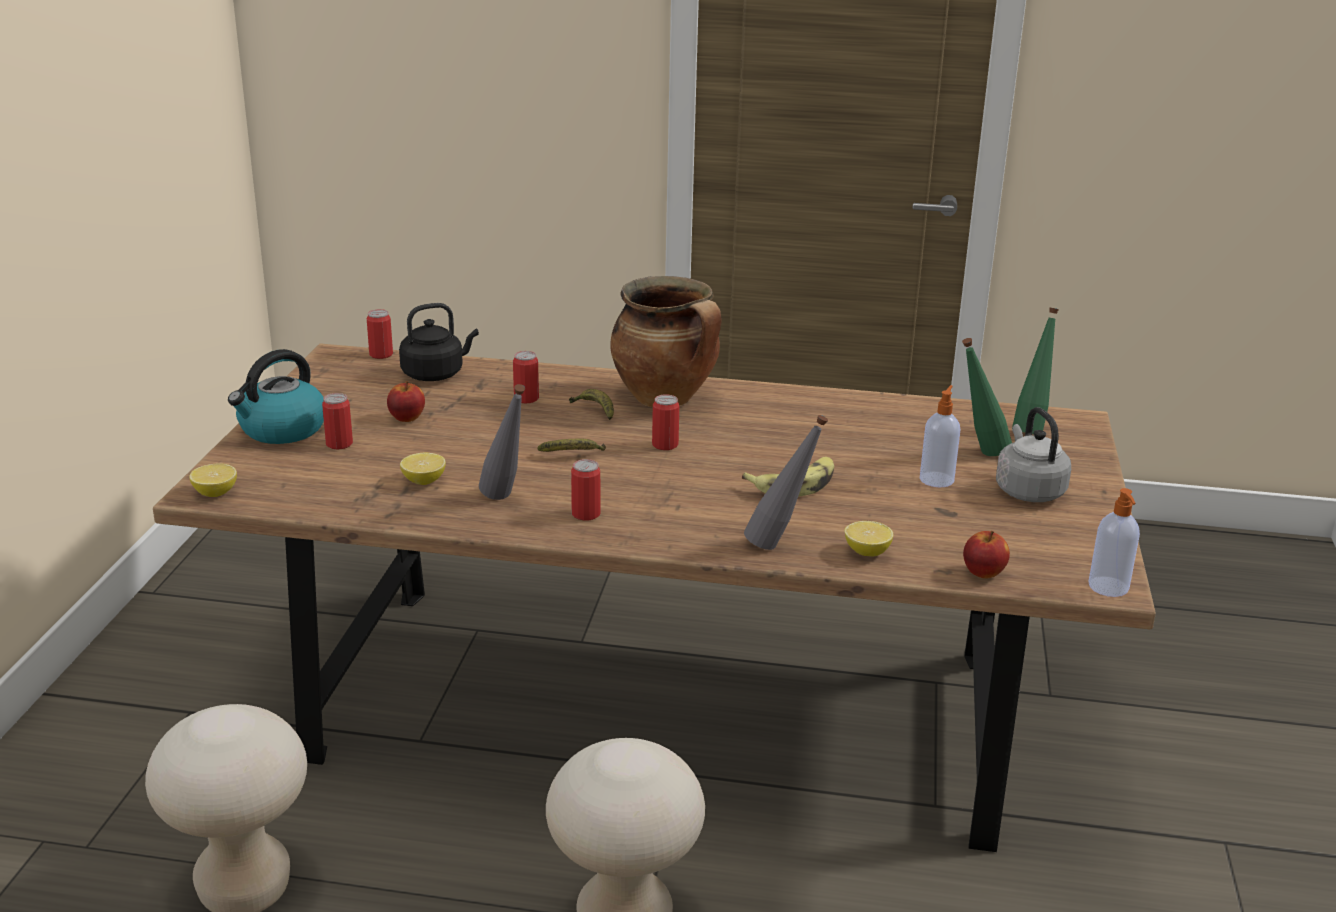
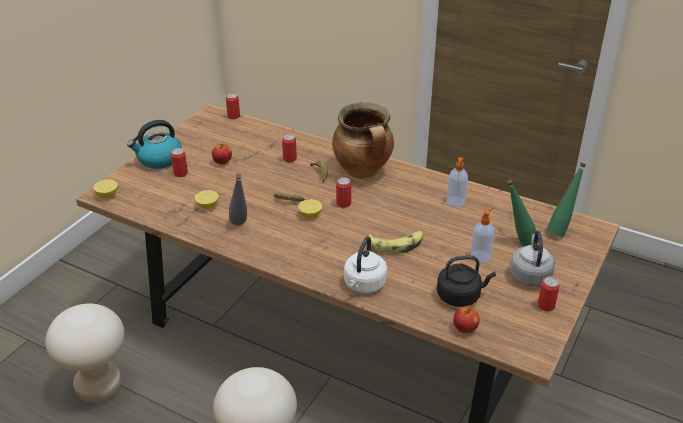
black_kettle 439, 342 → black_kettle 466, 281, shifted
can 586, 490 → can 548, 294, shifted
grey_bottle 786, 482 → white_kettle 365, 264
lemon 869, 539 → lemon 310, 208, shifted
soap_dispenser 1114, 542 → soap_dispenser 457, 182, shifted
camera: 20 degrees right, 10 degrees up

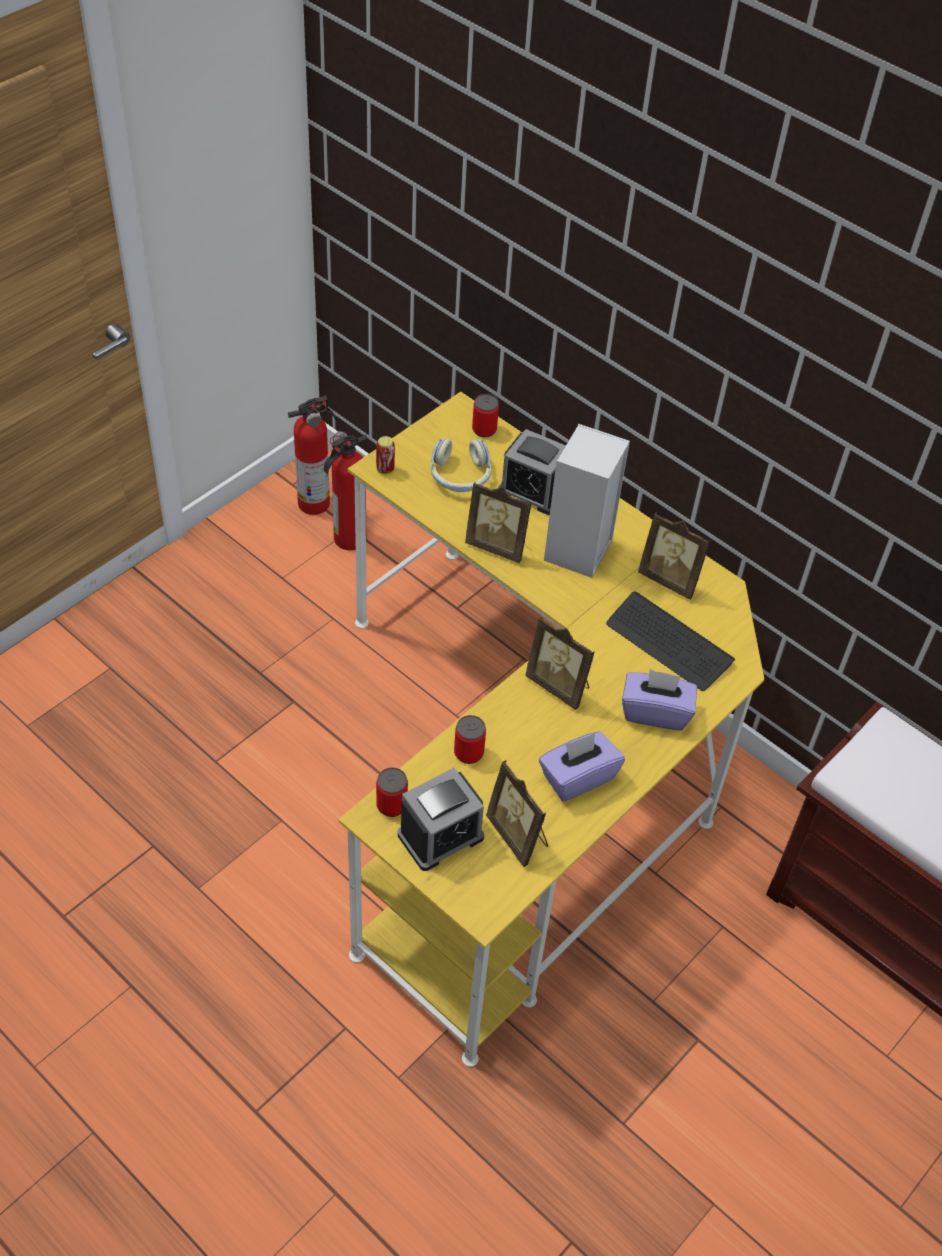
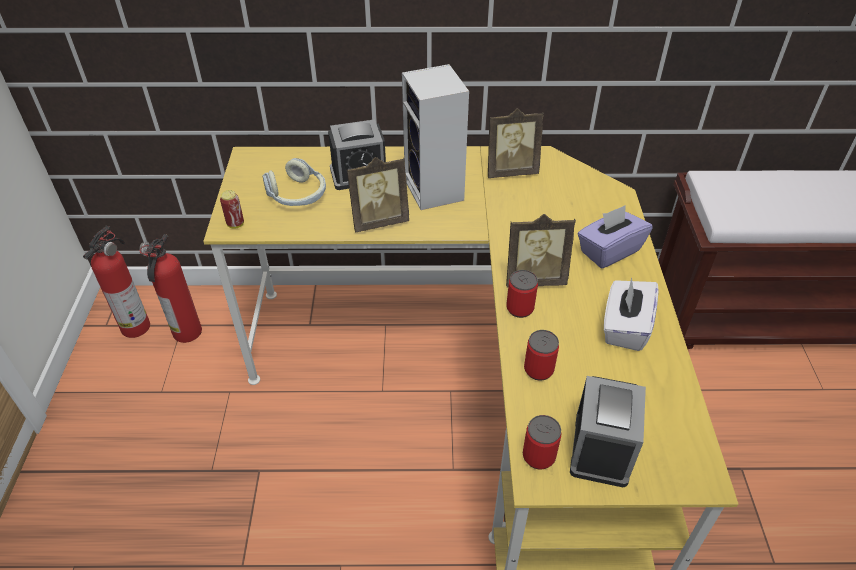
can 485, 416 → can 522, 294, shifted
picture_frame 517, 813 → -
purple_tissue_box 582, 766 → white_tissue_box 631, 314
keyboard 670, 641 → -
camera: 40 degrees left, 5 degrees down

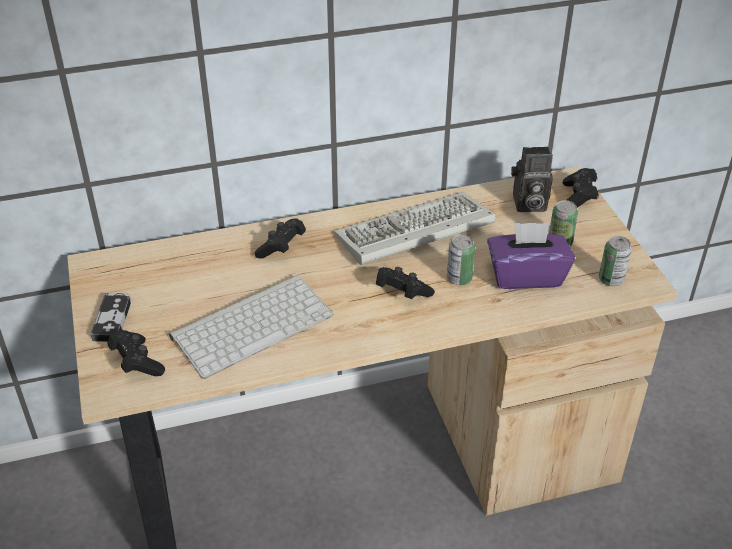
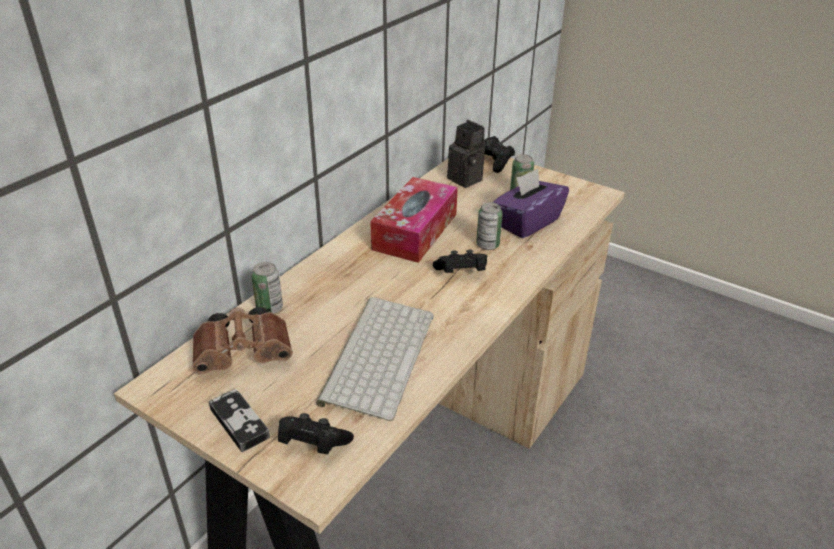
black_game_controller 280, 238 → -
keyboard 415, 228 → tissue_box 414, 220
photo_camera 532, 179 → photo_camera 466, 154, 90 degrees counterclockwise
can 615, 261 → can 267, 288, shifted
- → brown_binoculars 242, 340
camera: 40 degrees left, 5 degrees down

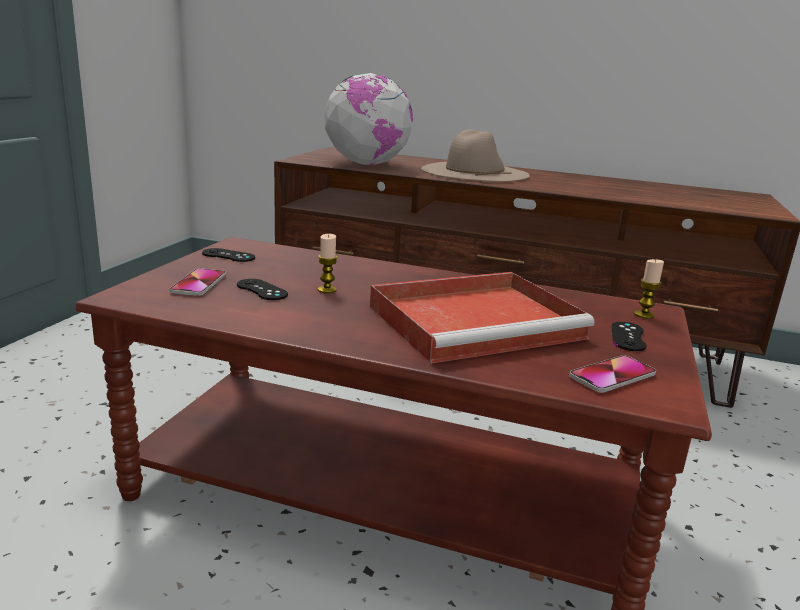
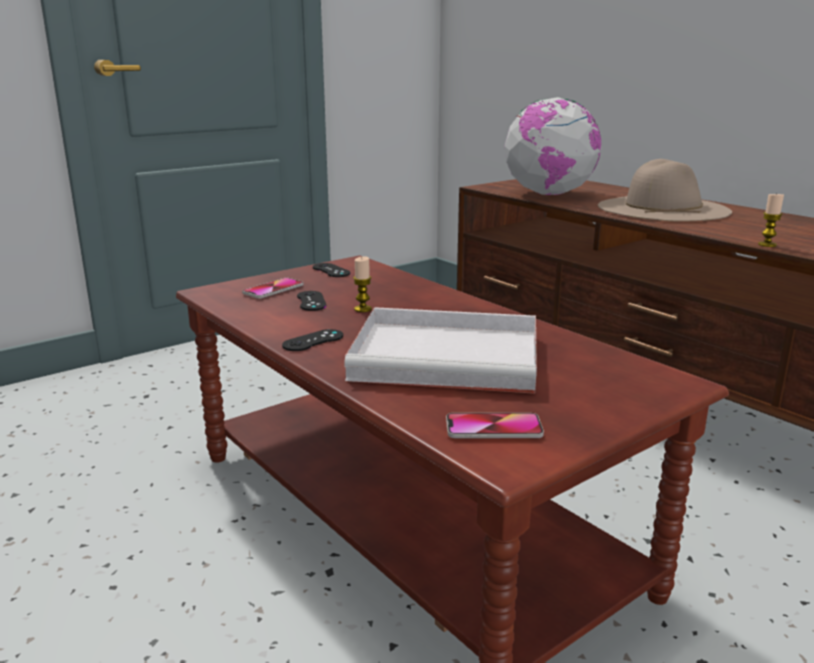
red_tray 482, 318 → white_tray 440, 350
black_game_controller 629, 336 → black_game_controller 312, 340, shifted
candle 649, 289 → candle 771, 220, shifted
camera: 35 degrees right, 0 degrees up

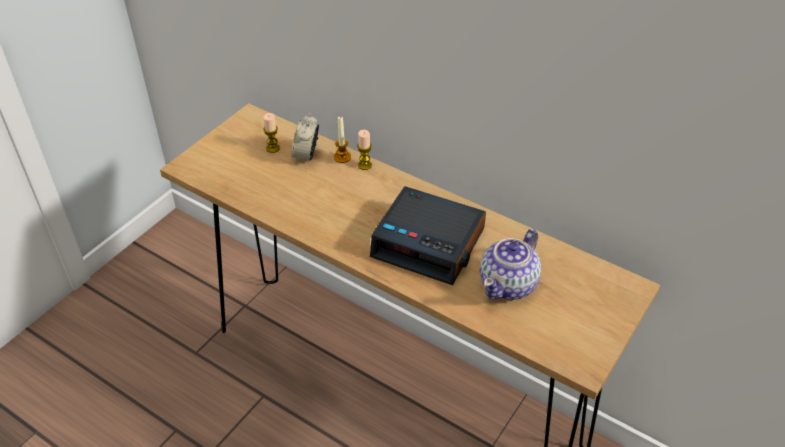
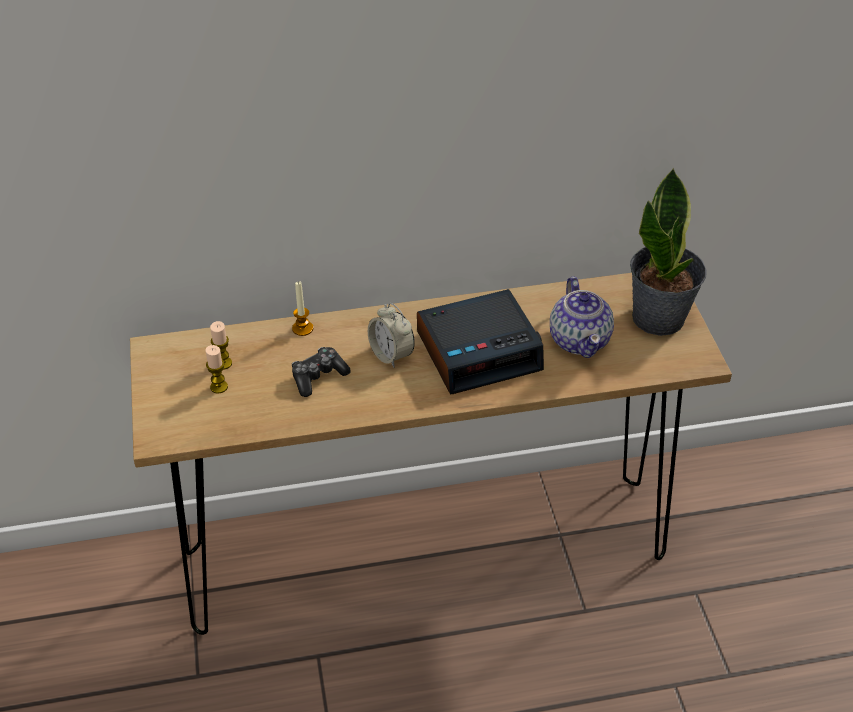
alarm_clock 305, 138 → alarm_clock 391, 335, shifted
candle 364, 150 → candle 216, 369, shifted
- → game_controller 321, 372
- → potted_plant 668, 252
camera: 45 degrees left, 0 degrees up

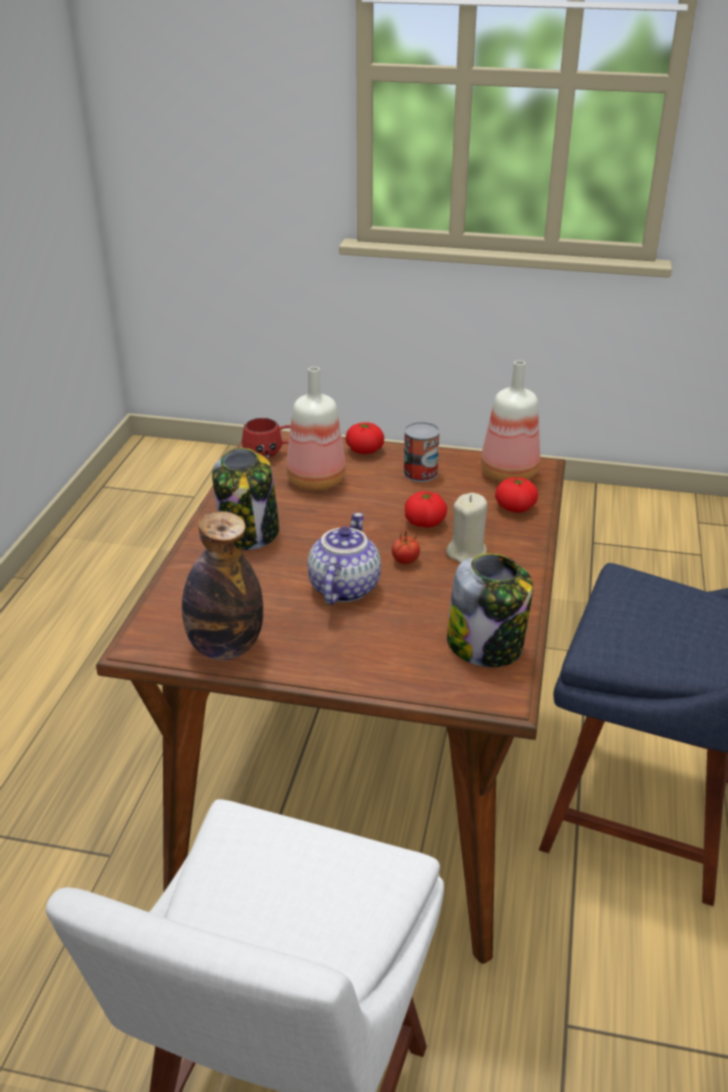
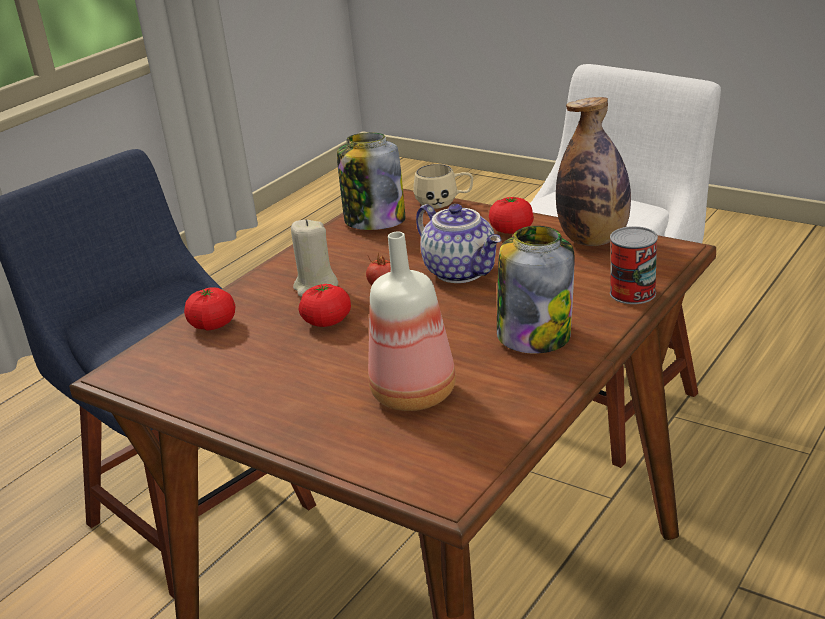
red_mug 266, 438 → -
teapot 344, 558 → teapot 459, 243, 75 degrees counterclockwise
tomato 365, 438 → tomato 511, 215, shifted
can 421, 452 → can 634, 265, shifted
bottle 510, 421 → -
- → beige_mug 443, 186
camera: 155 degrees left, 5 degrees down

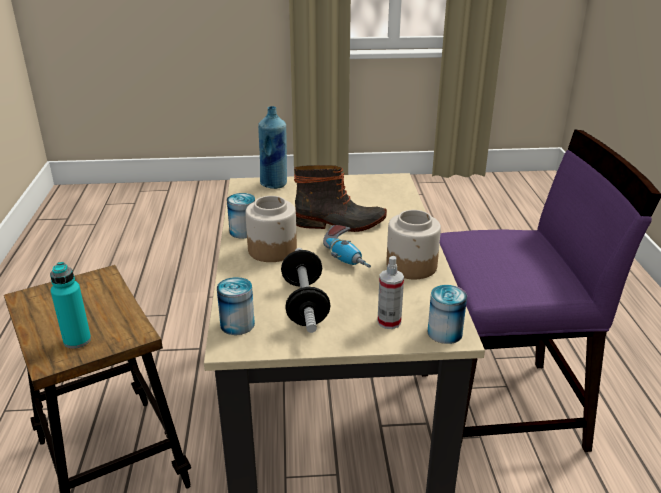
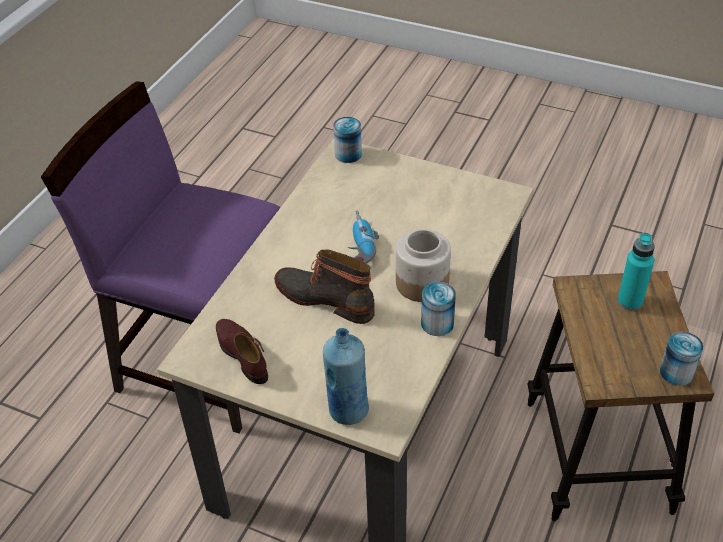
can 236, 306 → can 681, 359, shifted
dumbbell 306, 290 → -
spray_bottle 391, 292 → -
jar 413, 244 → -
- → brown_shoe 242, 351
camera: 150 degrees left, 15 degrees up

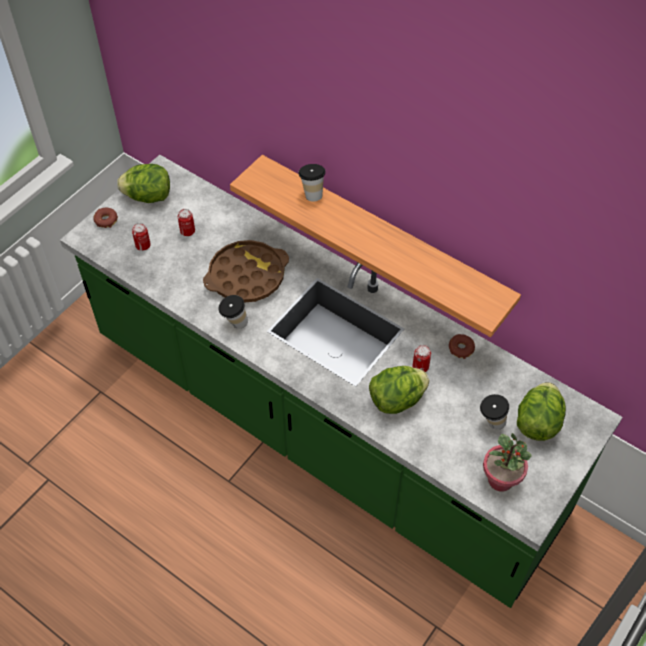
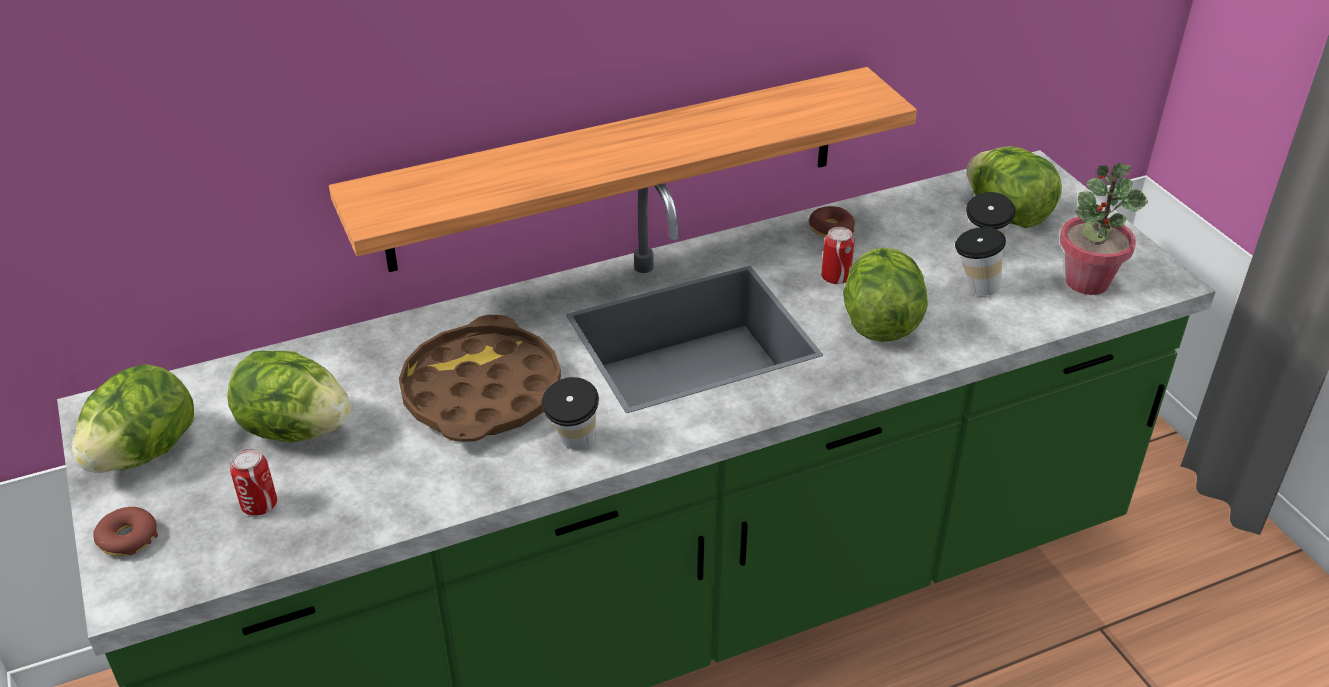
can 186, 222 → lettuce 289, 396
cup 311, 182 → cup 980, 261, shifted
camera: 60 degrees left, 15 degrees down

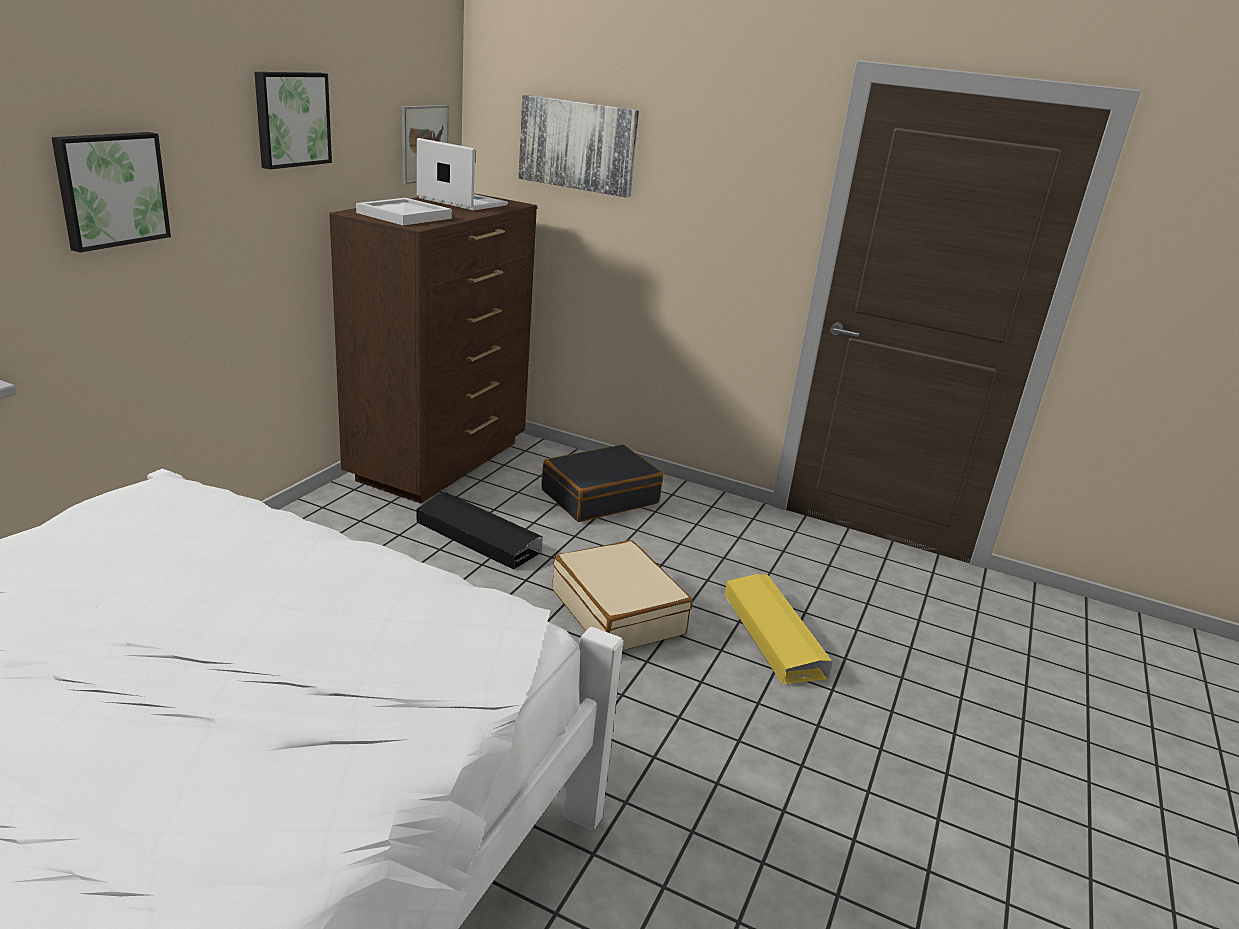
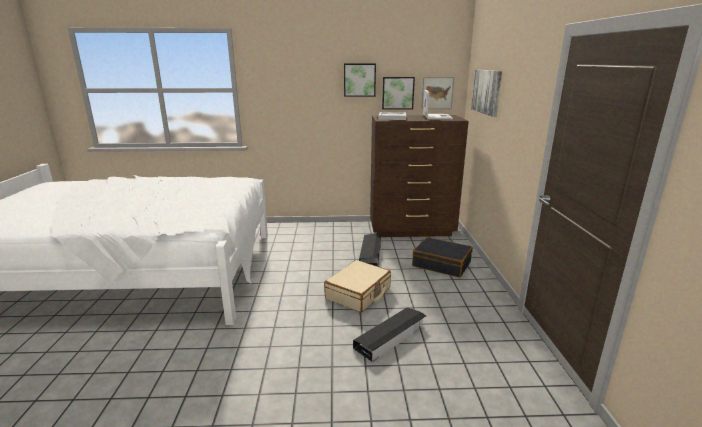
picture 111, 192 → picture 398, 93, shifted
yellow_storage_box 778, 629 → black_storage_box 389, 334
camera: 65 degrees right, 5 degrees down

